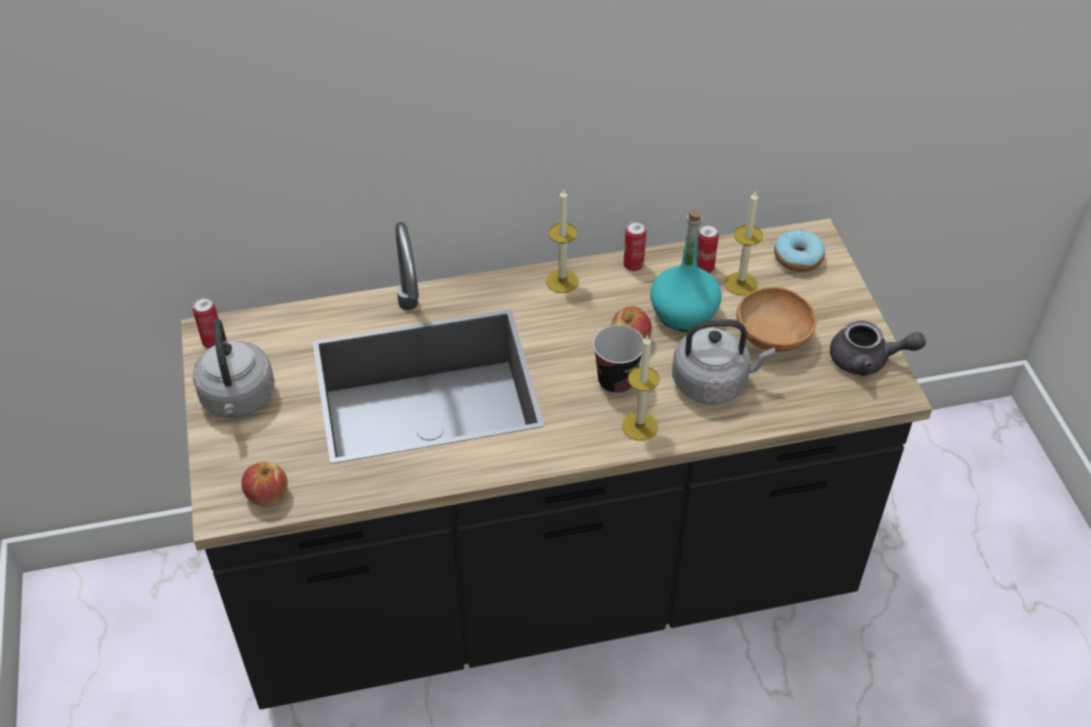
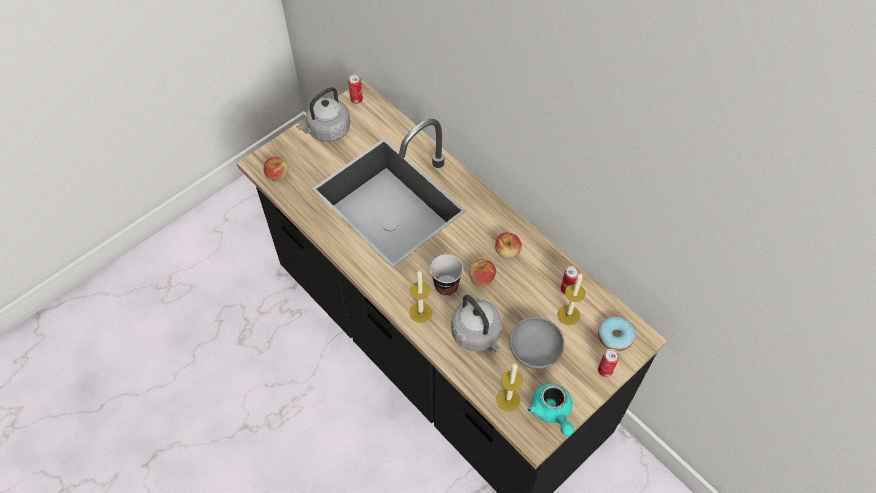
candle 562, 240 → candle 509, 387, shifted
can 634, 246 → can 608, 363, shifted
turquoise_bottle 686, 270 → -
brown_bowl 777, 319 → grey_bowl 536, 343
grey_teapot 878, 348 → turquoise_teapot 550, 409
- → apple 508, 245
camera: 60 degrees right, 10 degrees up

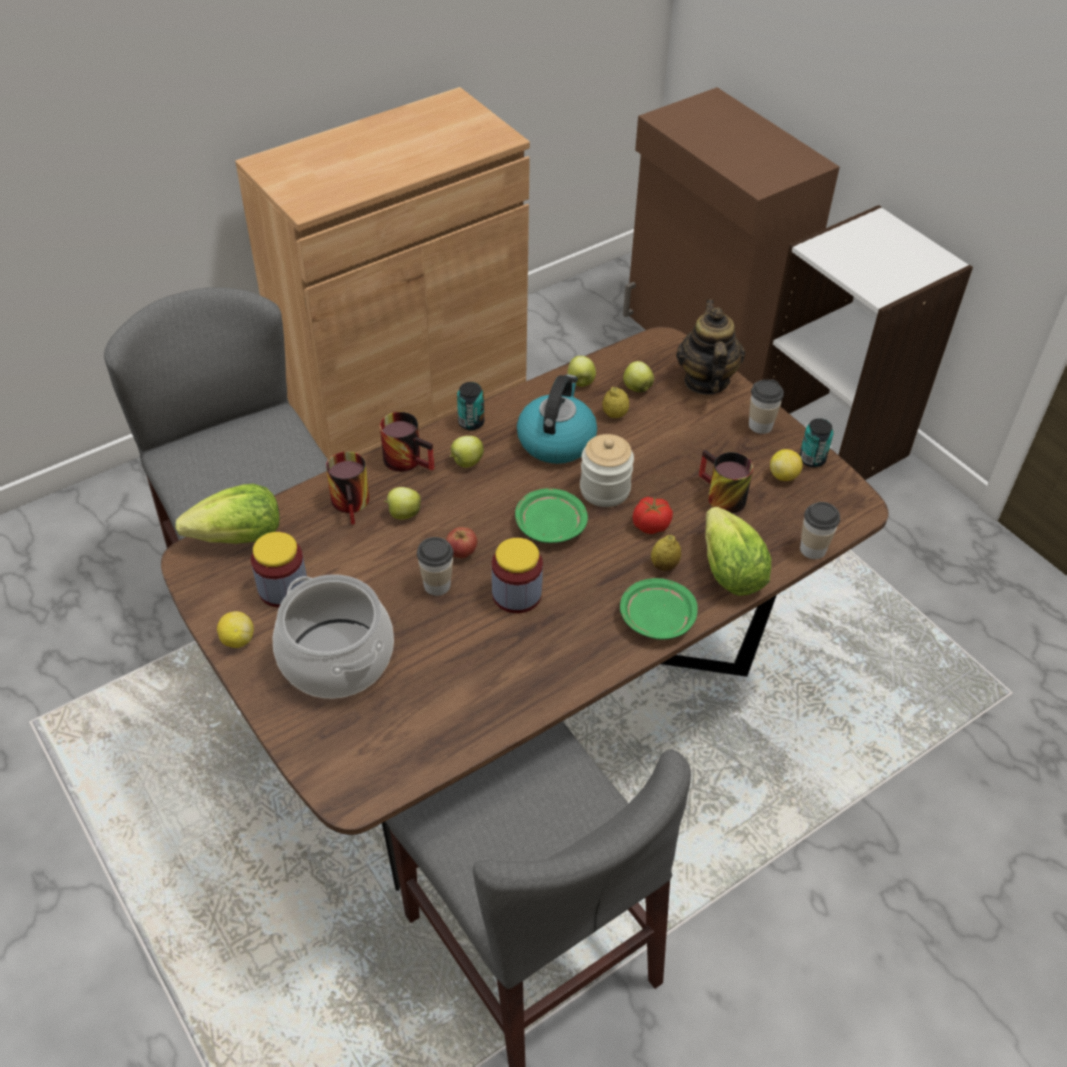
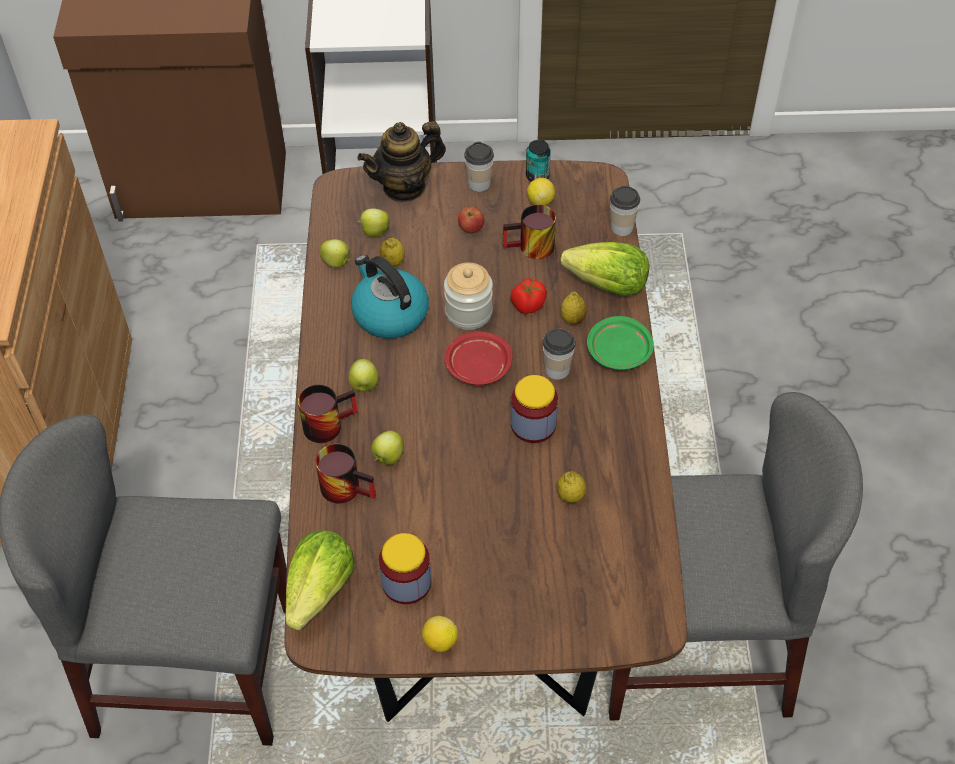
cooking_pot 333, 636 → -
cup 435, 566 → cup 559, 354, shifted
apple 461, 542 → apple 471, 220, shifted
can 470, 406 → -
green_plate 551, 515 → red_plate 478, 358
teapot 710, 347 → teapot 401, 161, 60 degrees counterclockwise
- → lemon 572, 487
camera: 55 degrees left, 5 degrees up

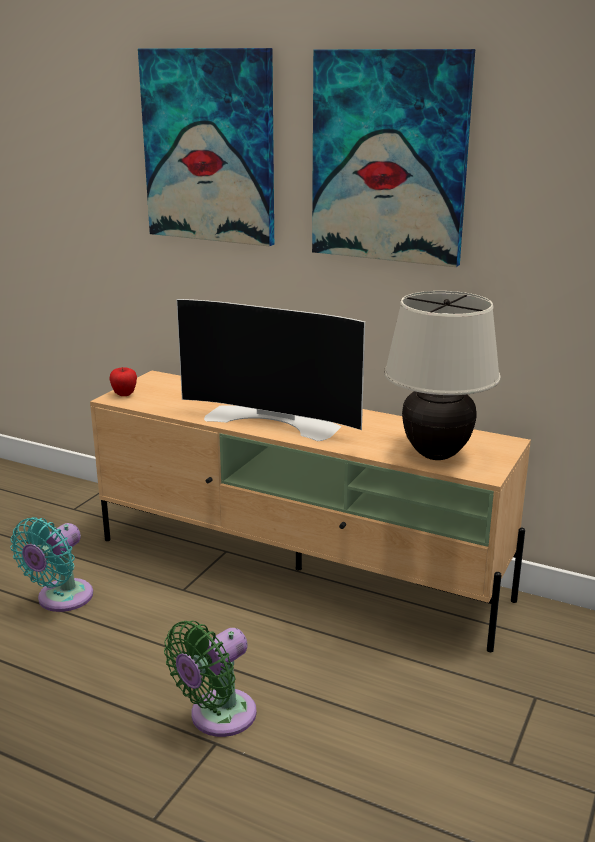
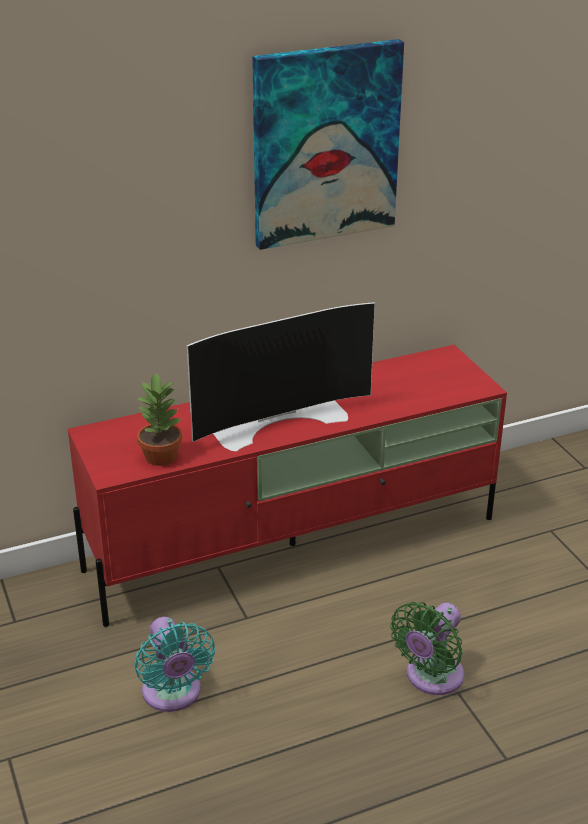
beige_tv_stand 310, 511 → red_tv_stand 287, 486
apple 123, 381 → -
picture 206, 147 → -
green_fan 210, 679 → green_fan 427, 648, 45 degrees clockwise
beige_table_lamp 442, 375 → -
- → potted_plant 159, 419
camera: 50 degrees left, 10 degrees up

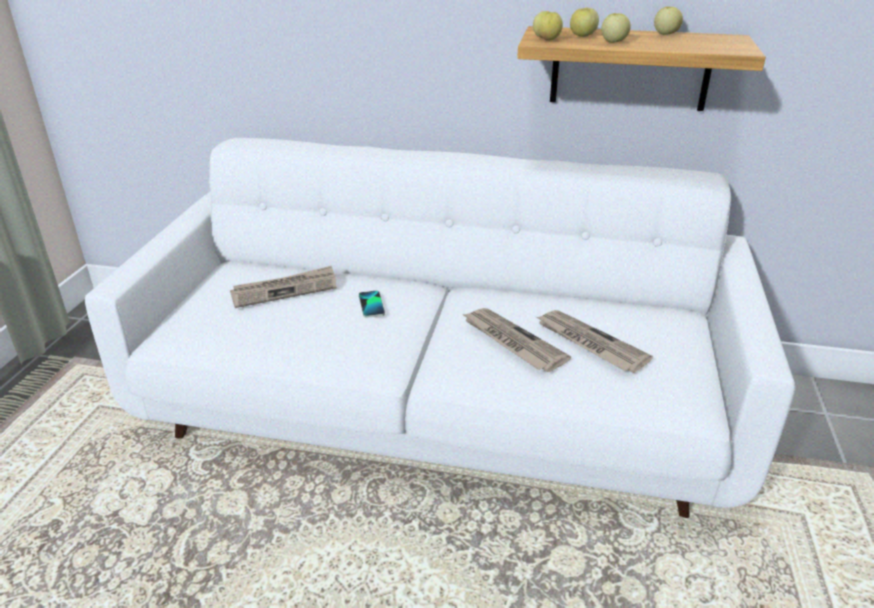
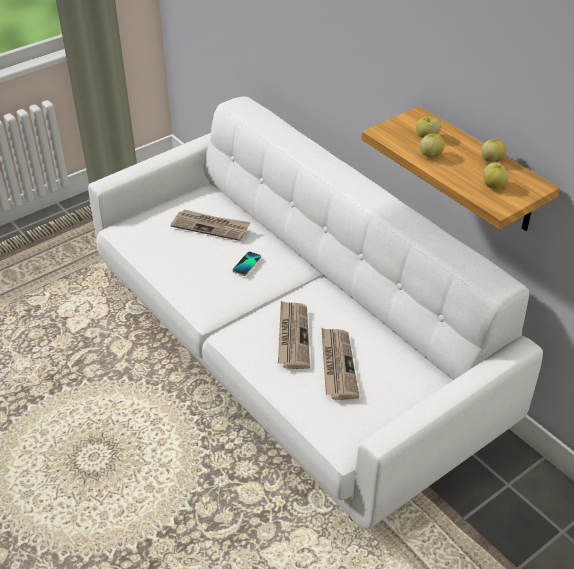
apple 548, 26 → apple 496, 175, shifted
camera: 40 degrees right, 10 degrees up

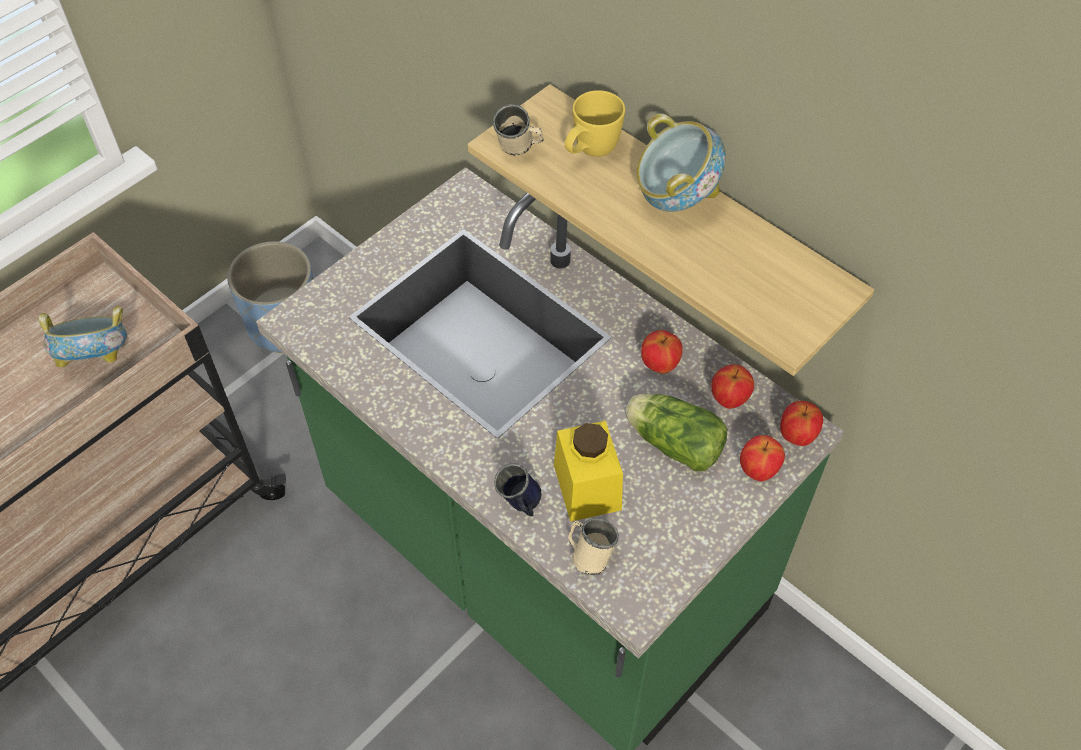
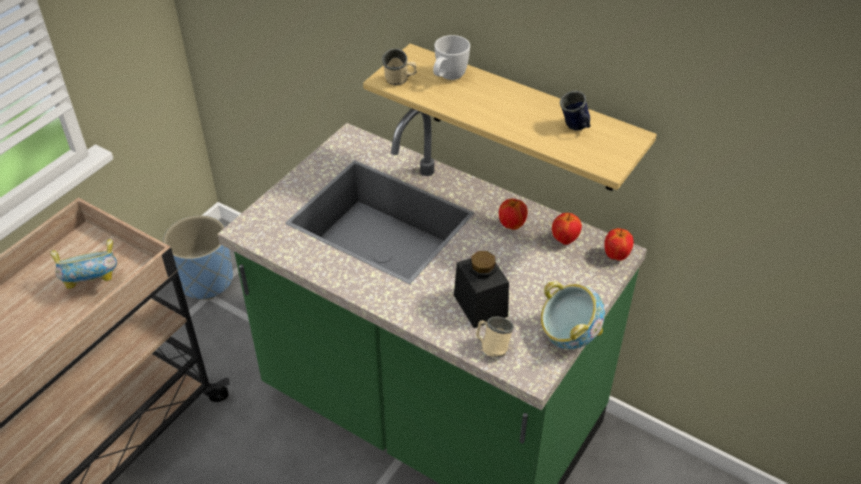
blue_mug 518, 490 → blue_mug 575, 111, shifted
yellow_jar 588, 471 → black_jar 481, 289
yellow_mug 595, 123 → white_mug 451, 57
lettuce 676, 432 → -
bowl 681, 163 → bowl 573, 315, shifted
apple 762, 458 → -
camera: 10 degrees left, 10 degrees down

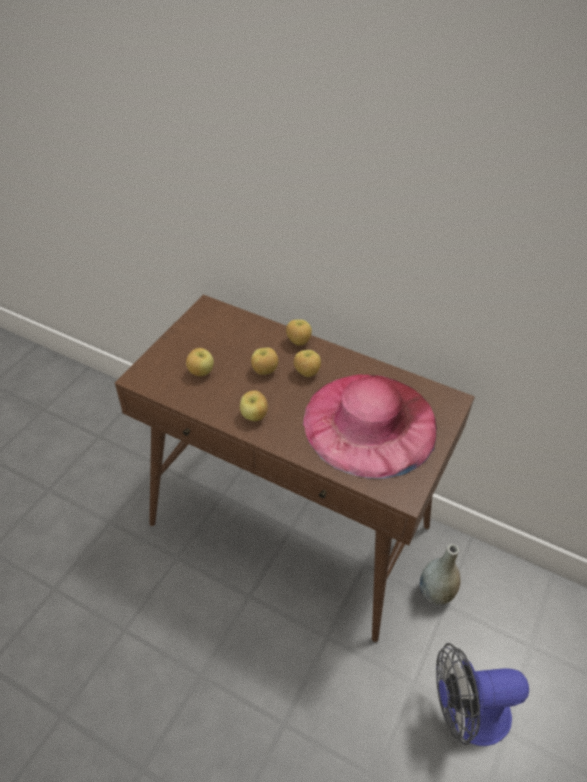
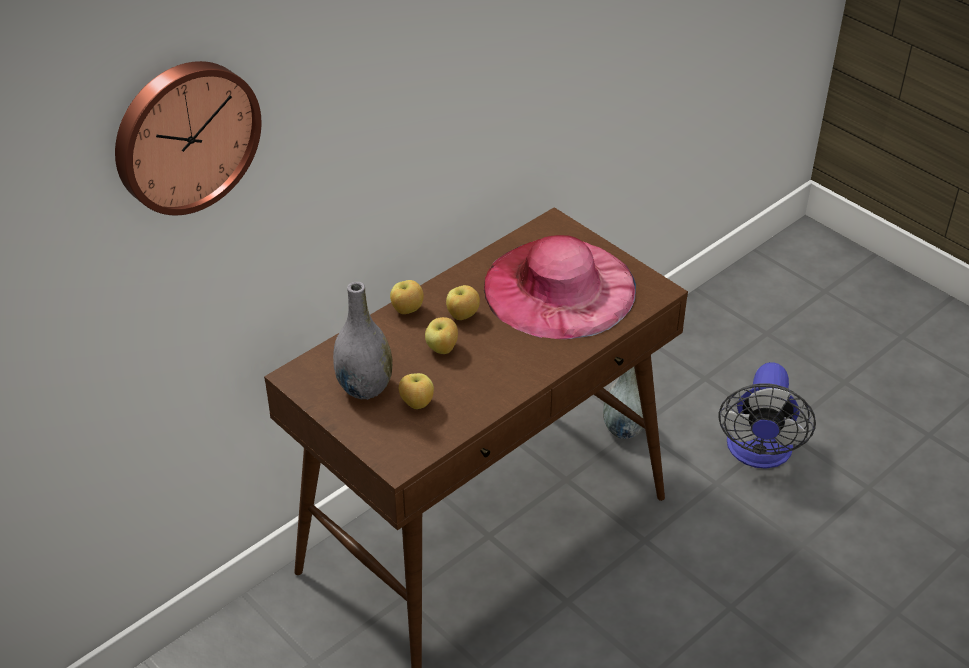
apple 254, 405 → -
- → wall_clock 188, 138
- → grey_vase 362, 341
camera: 70 degrees left, 5 degrees down

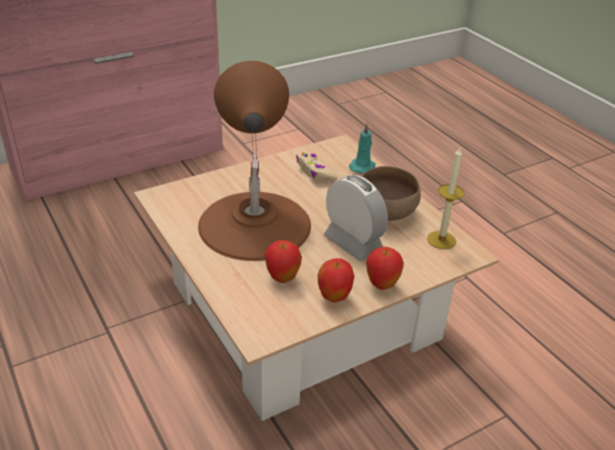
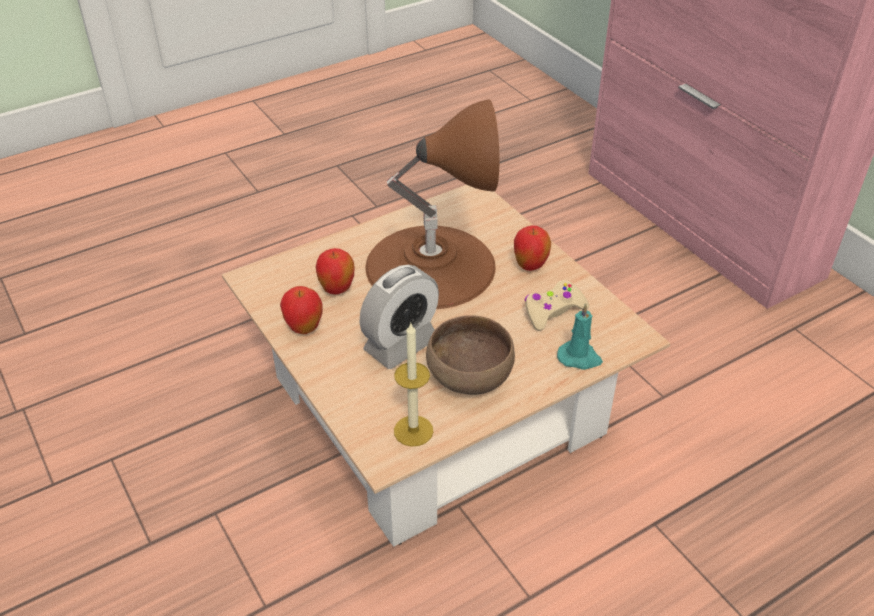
apple 385, 268 → apple 532, 248, shifted
camera: 90 degrees right, 5 degrees up

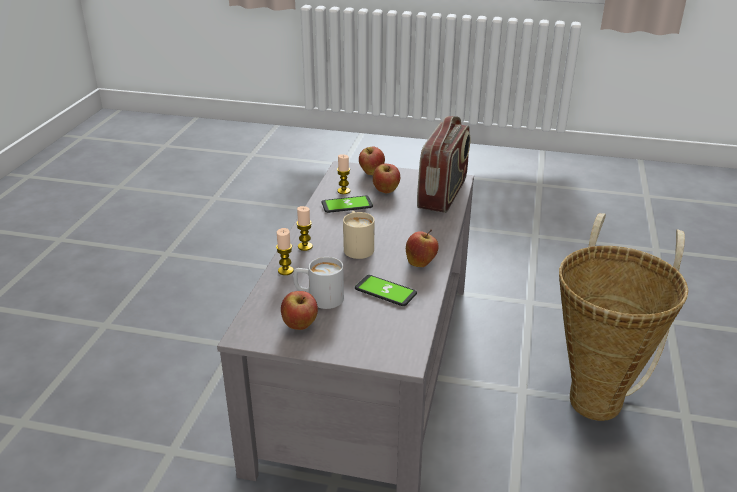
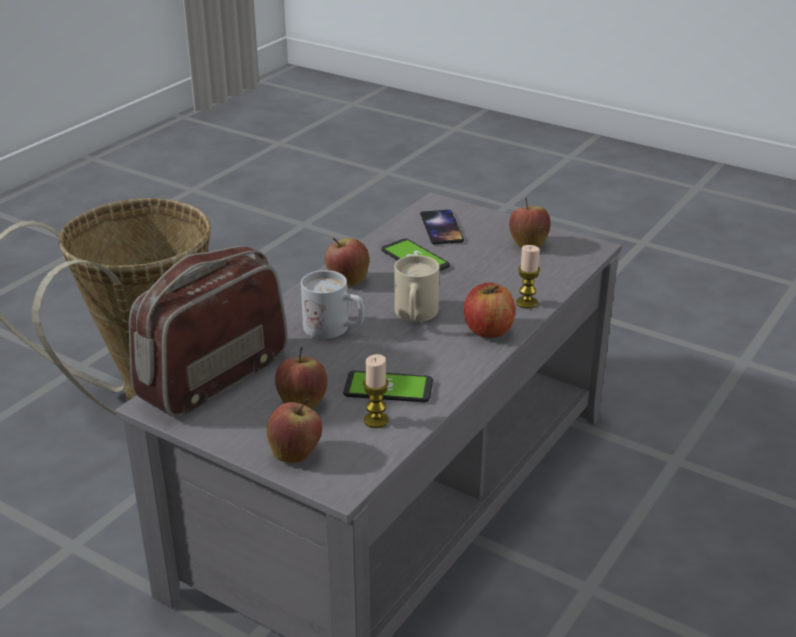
white_mug 318, 283 → white_mug 332, 304, shifted
candle 304, 228 → apple 489, 310
- → phone 442, 227
camera: 160 degrees left, 0 degrees up

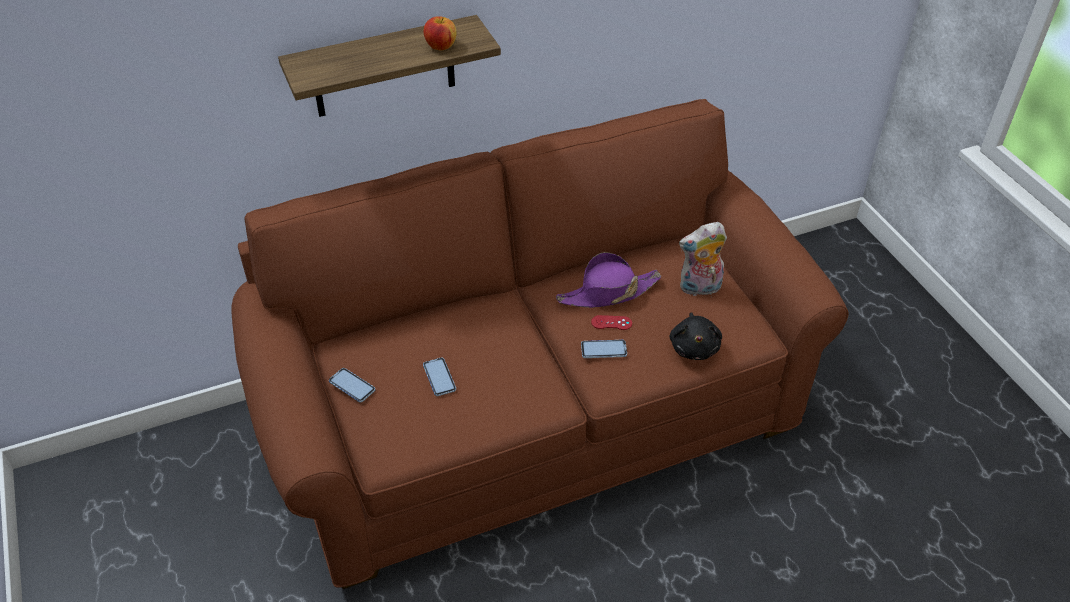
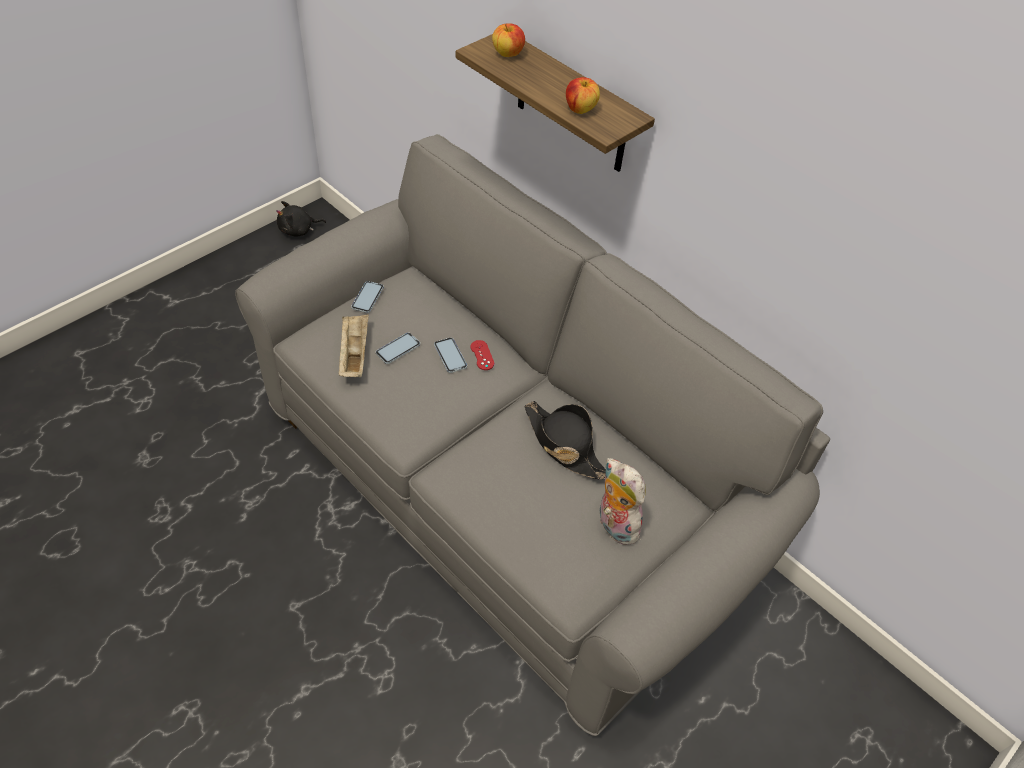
brown_sofa 540, 344 → grey_sofa 532, 435
purple_hat 608, 280 → black_hat 565, 440
phone 604, 349 → phone 450, 355, shifted
red_game_controller 611, 322 → red_game_controller 482, 355, shifted
black_plush_toy 695, 336 → black_plush_toy 301, 218, shifted
- → beige_tray 354, 346
- → apple 508, 40
camera: 65 degrees right, 5 degrees up

